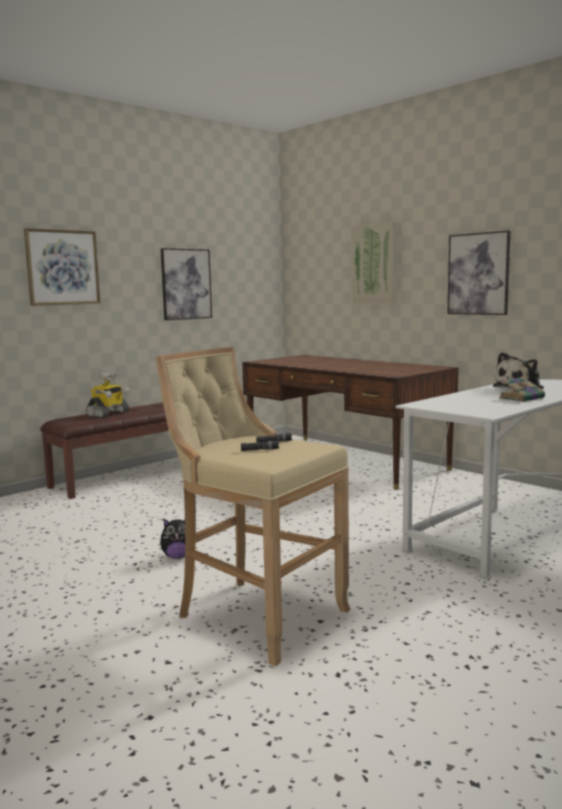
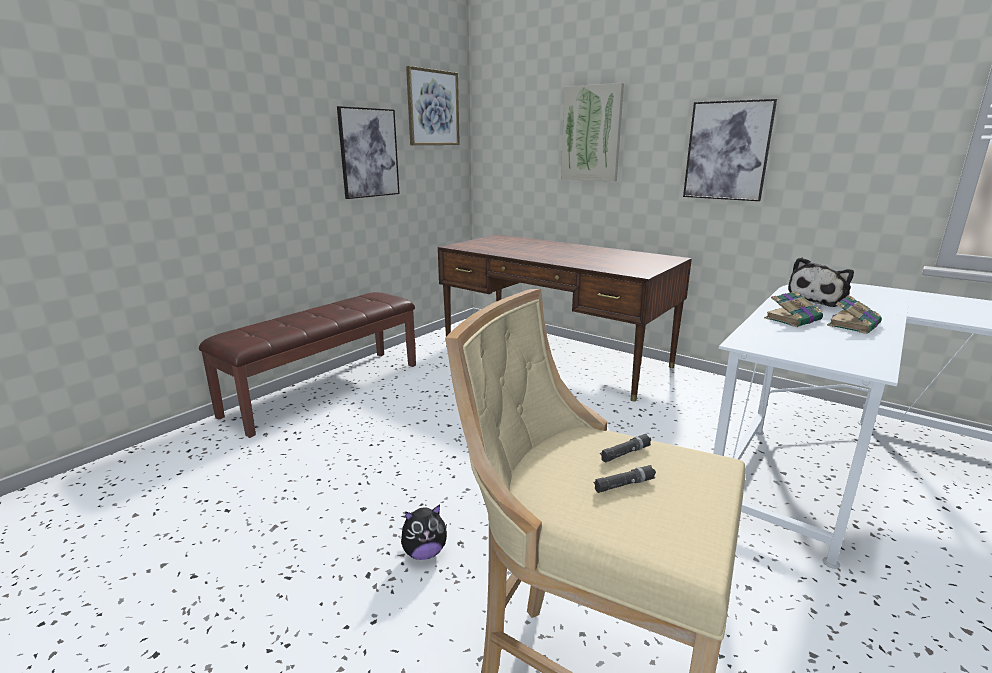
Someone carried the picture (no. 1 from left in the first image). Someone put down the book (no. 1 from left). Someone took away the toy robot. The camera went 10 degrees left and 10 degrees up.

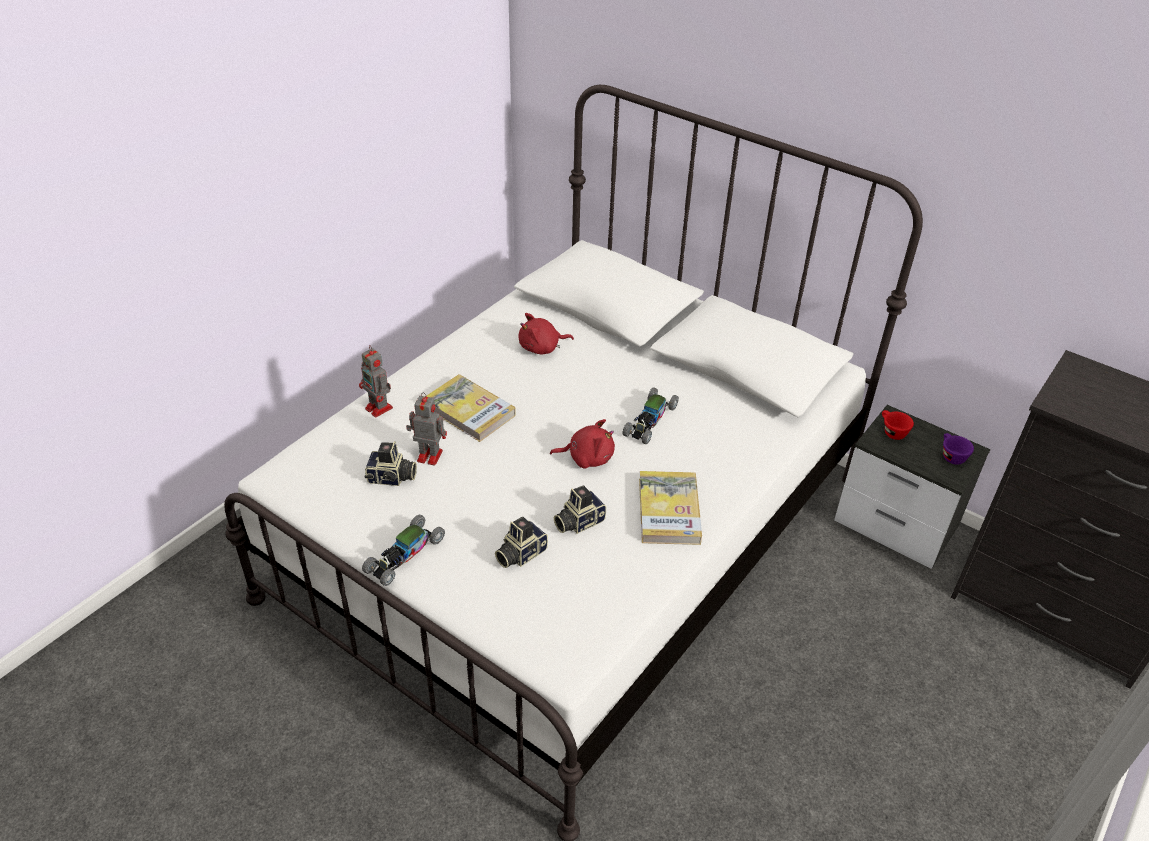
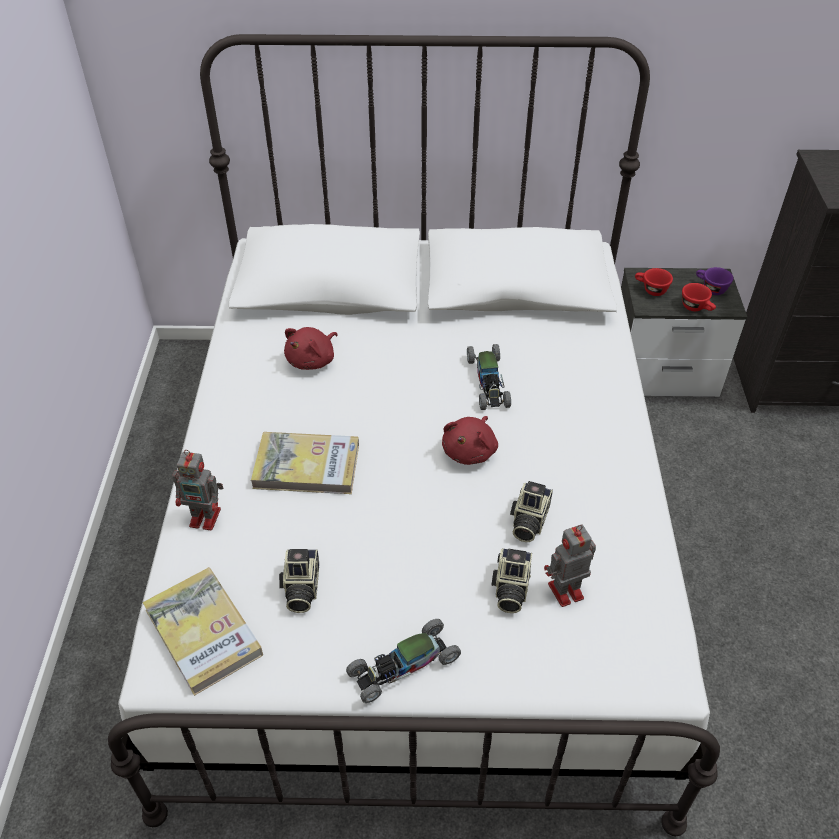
Someone carried the book (no. 2 from left in the first image). Someone rotated the photo camera (no. 1 from left) by 120 degrees clockwise. Someone rotated the toy car (no. 1 from left) by 60 degrees clockwise. Someone rotated the plush toy/red (no. 2 from left) by 150 degrees clockwise. Someone carried the toy robot (no. 2 from left). Someone put down the cup/red (no. 2 from left). The camera went 35 degrees left and 5 degrees up.

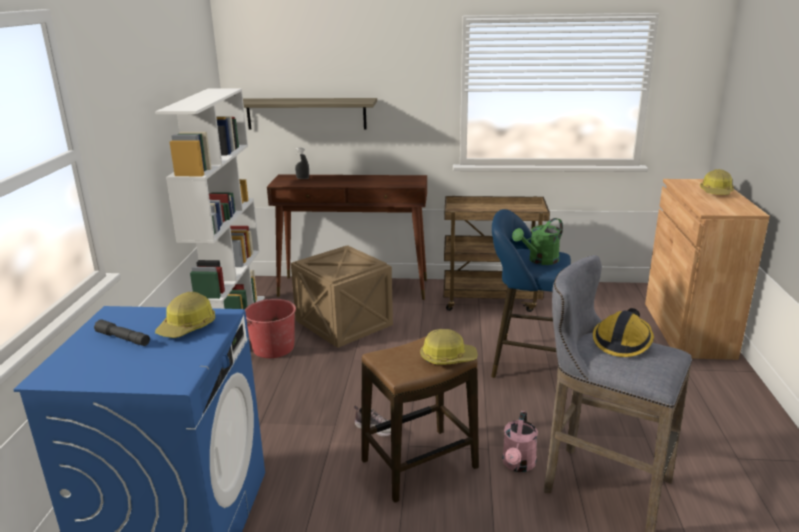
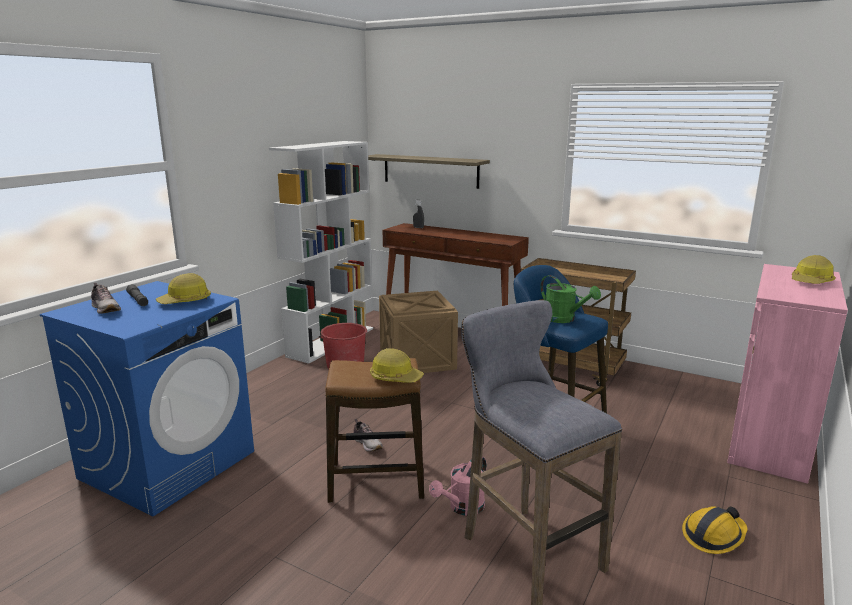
Someone put down the shoe (no. 1 from left). Someone rotated the watering can/green by 120 degrees counterclockwise. Someone carried the hard hat (no. 3 from left). Someone repainted the cabinet/brown, which became the cabinet/pink. The camera went 25 degrees right and 5 degrees down.

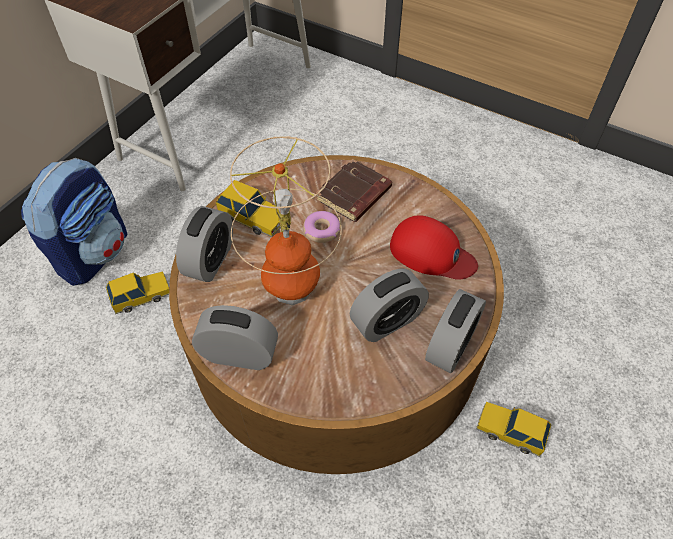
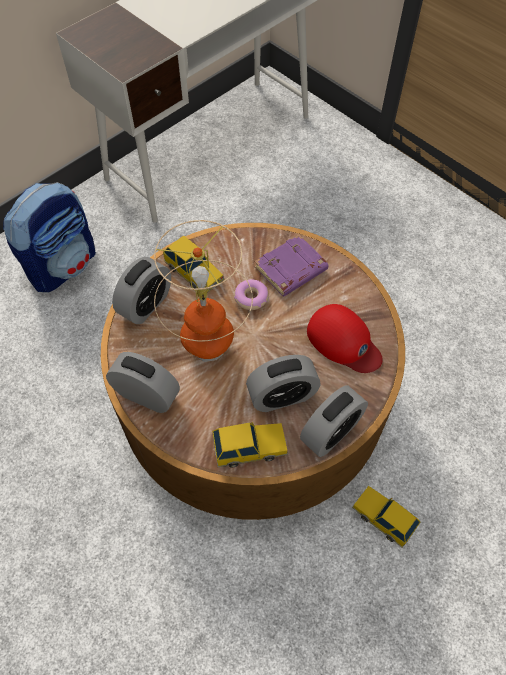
Someone carried the toy car (no. 1 from left in the first image). Someone repainted the book/brown, which became the book/purple. The camera went 15 degrees right and 5 degrees up.

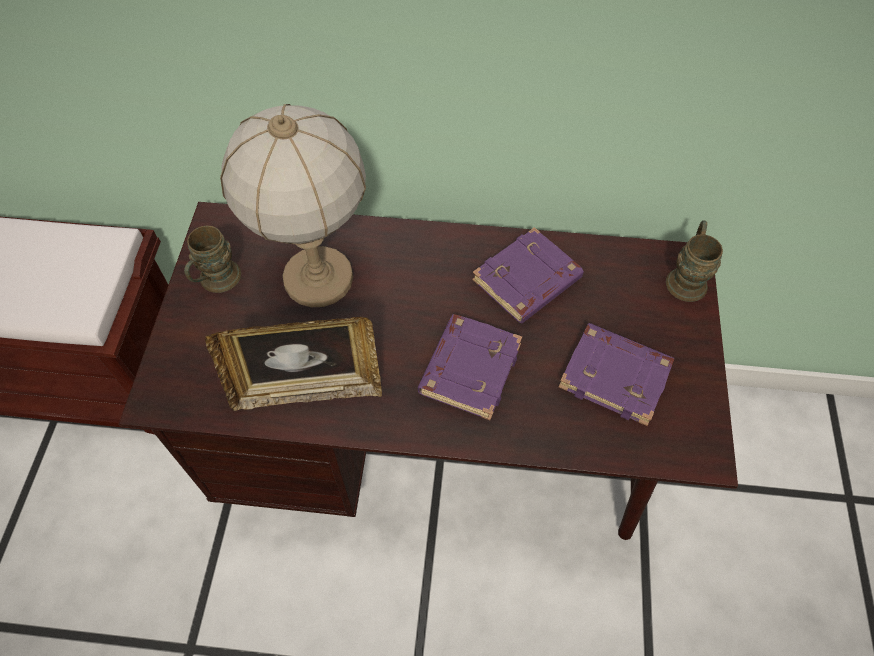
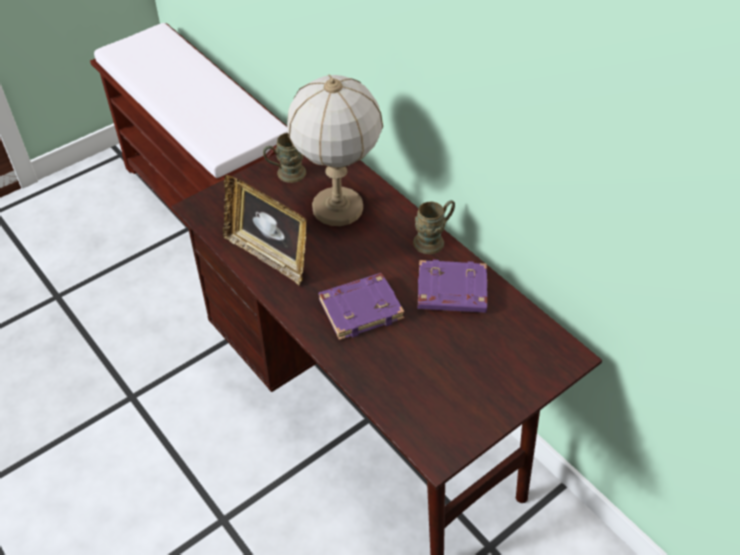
Someone carried the mug/brown (no. 2 from left). Someone took away the book/purple (no. 3 from left). The camera went 45 degrees right and 10 degrees down.

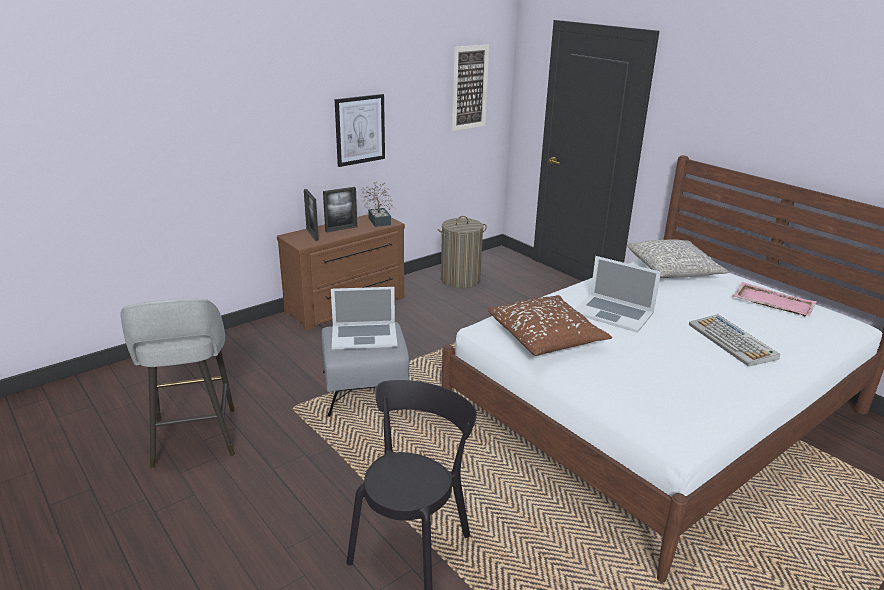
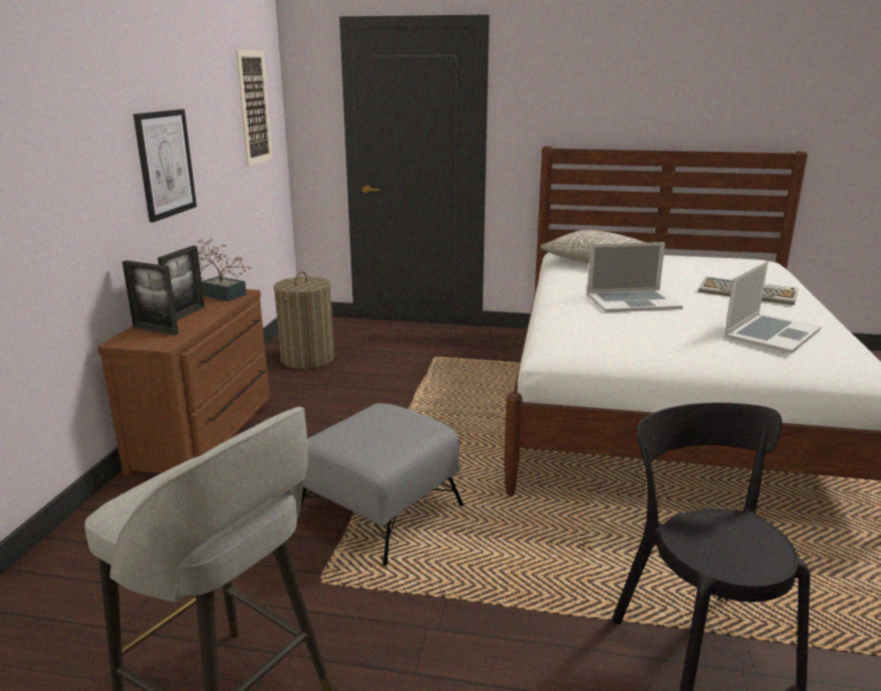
Someone carried the laptop (no. 1 from left in the first image). Someone took away the pillow/brown. Someone took away the tray/pink. The camera went 40 degrees left and 5 degrees down.

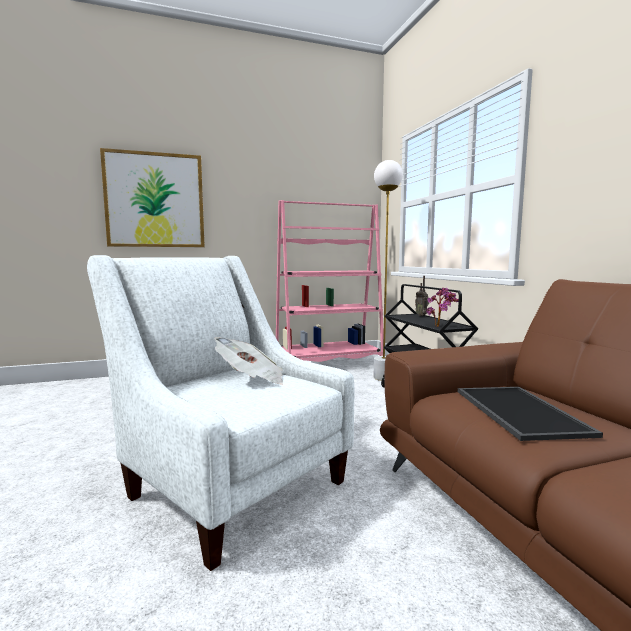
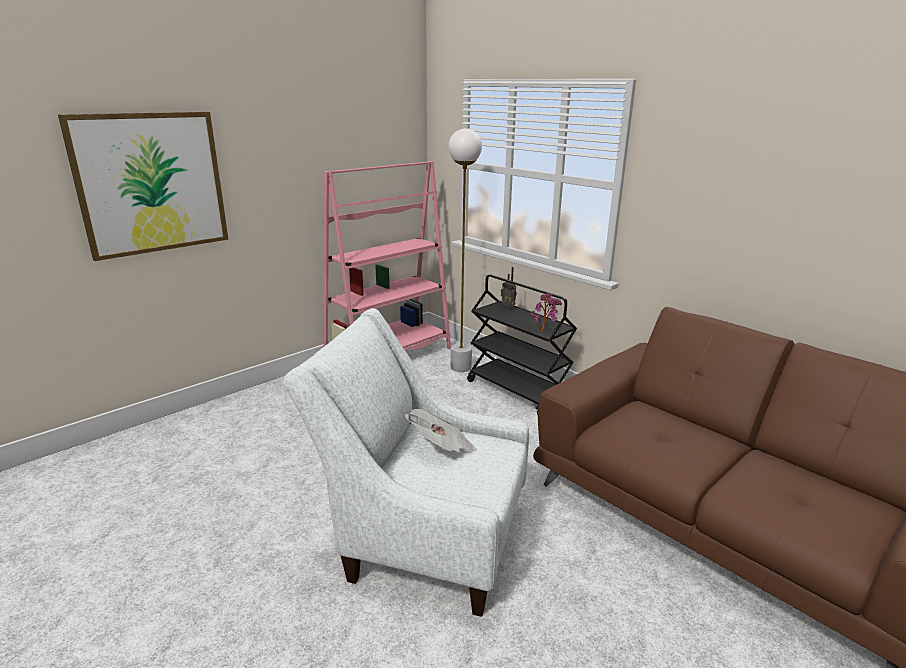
Someone took away the tray. The camera went 25 degrees left and 15 degrees up.

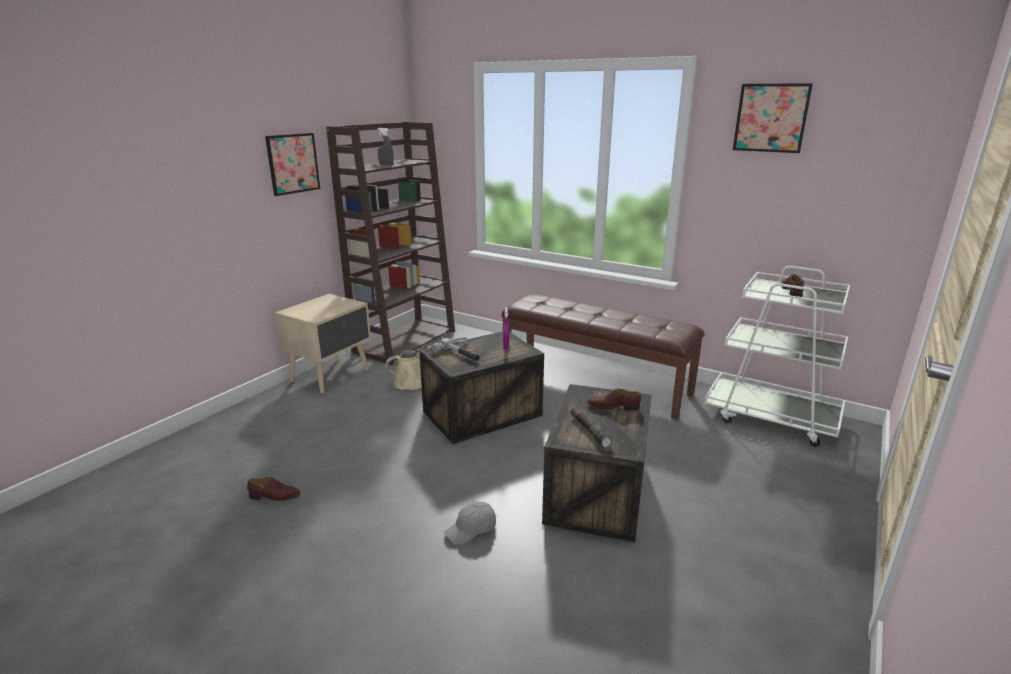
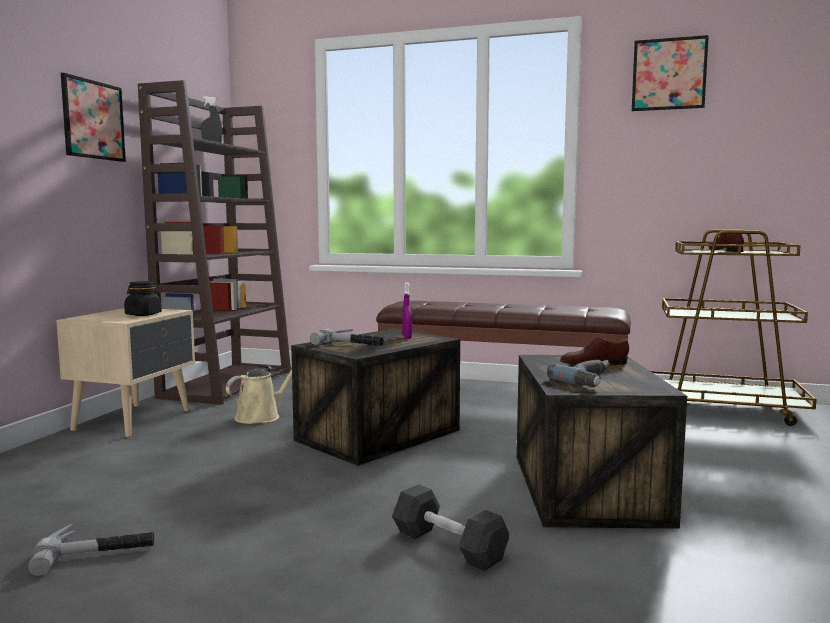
Someone swapped the shoe/brown (no. 1 from left) for the hammer (no. 1 from left). Someone put down the jar/black. Someone swapped the cap/grey for the dumbbell/grey. Someone swapped the flashlight/black for the power drill. Someone repainted the cart/white, which became the cart/brown. The camera went 15 degrees left and 15 degrees down.

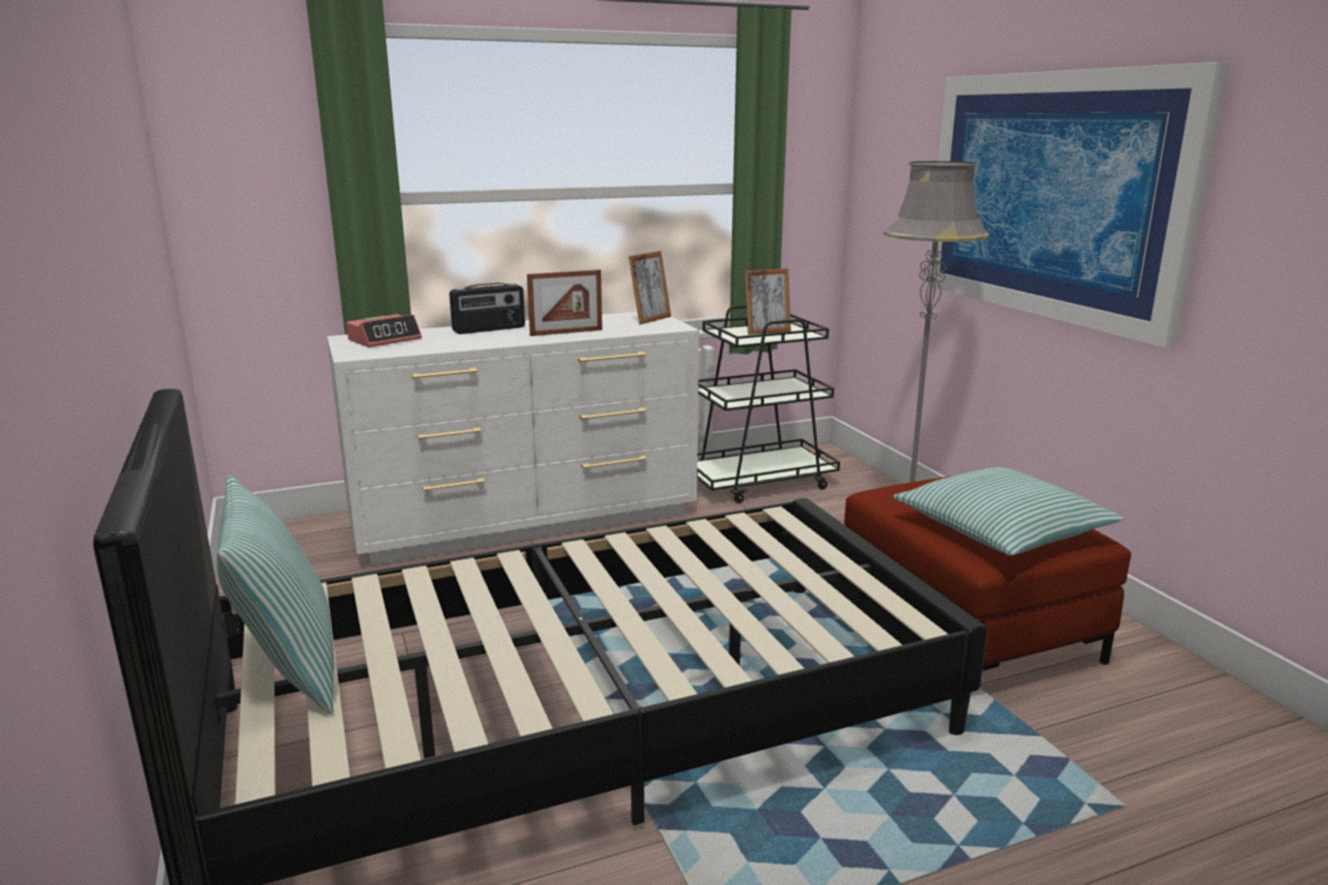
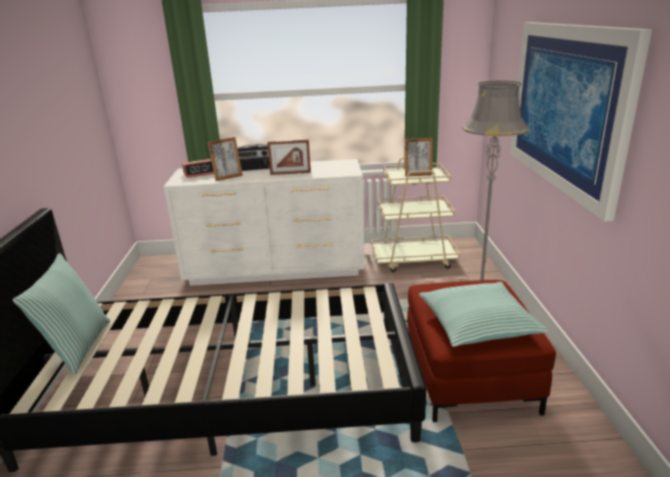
Someone carried the picture frame (no. 2 from left in the first image). Someone repainted the cart/black, which became the cart/beige. The camera went 20 degrees right and 5 degrees up.

